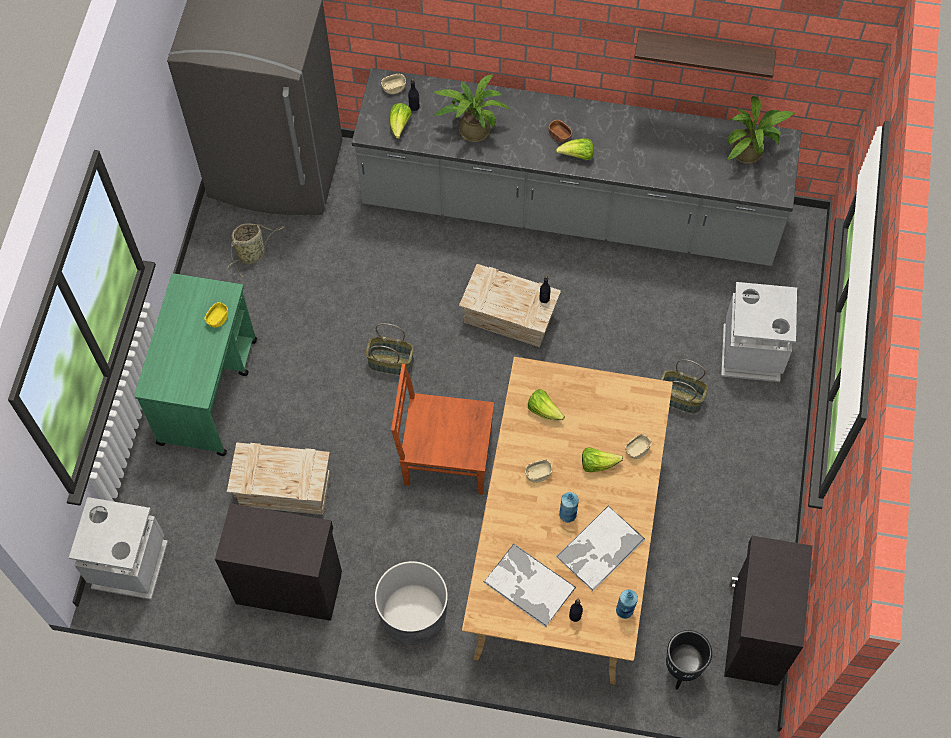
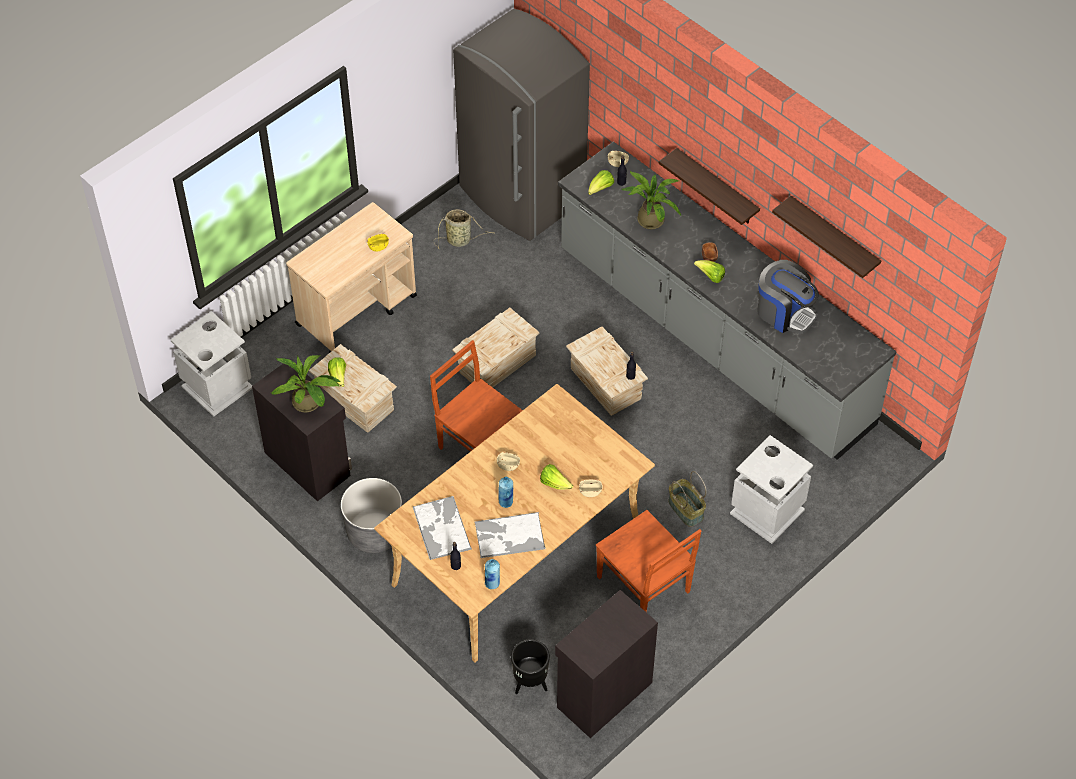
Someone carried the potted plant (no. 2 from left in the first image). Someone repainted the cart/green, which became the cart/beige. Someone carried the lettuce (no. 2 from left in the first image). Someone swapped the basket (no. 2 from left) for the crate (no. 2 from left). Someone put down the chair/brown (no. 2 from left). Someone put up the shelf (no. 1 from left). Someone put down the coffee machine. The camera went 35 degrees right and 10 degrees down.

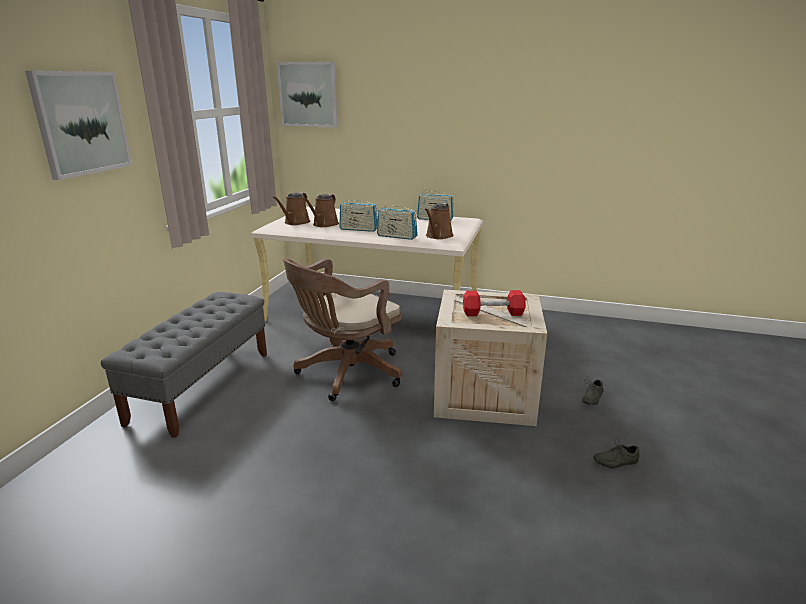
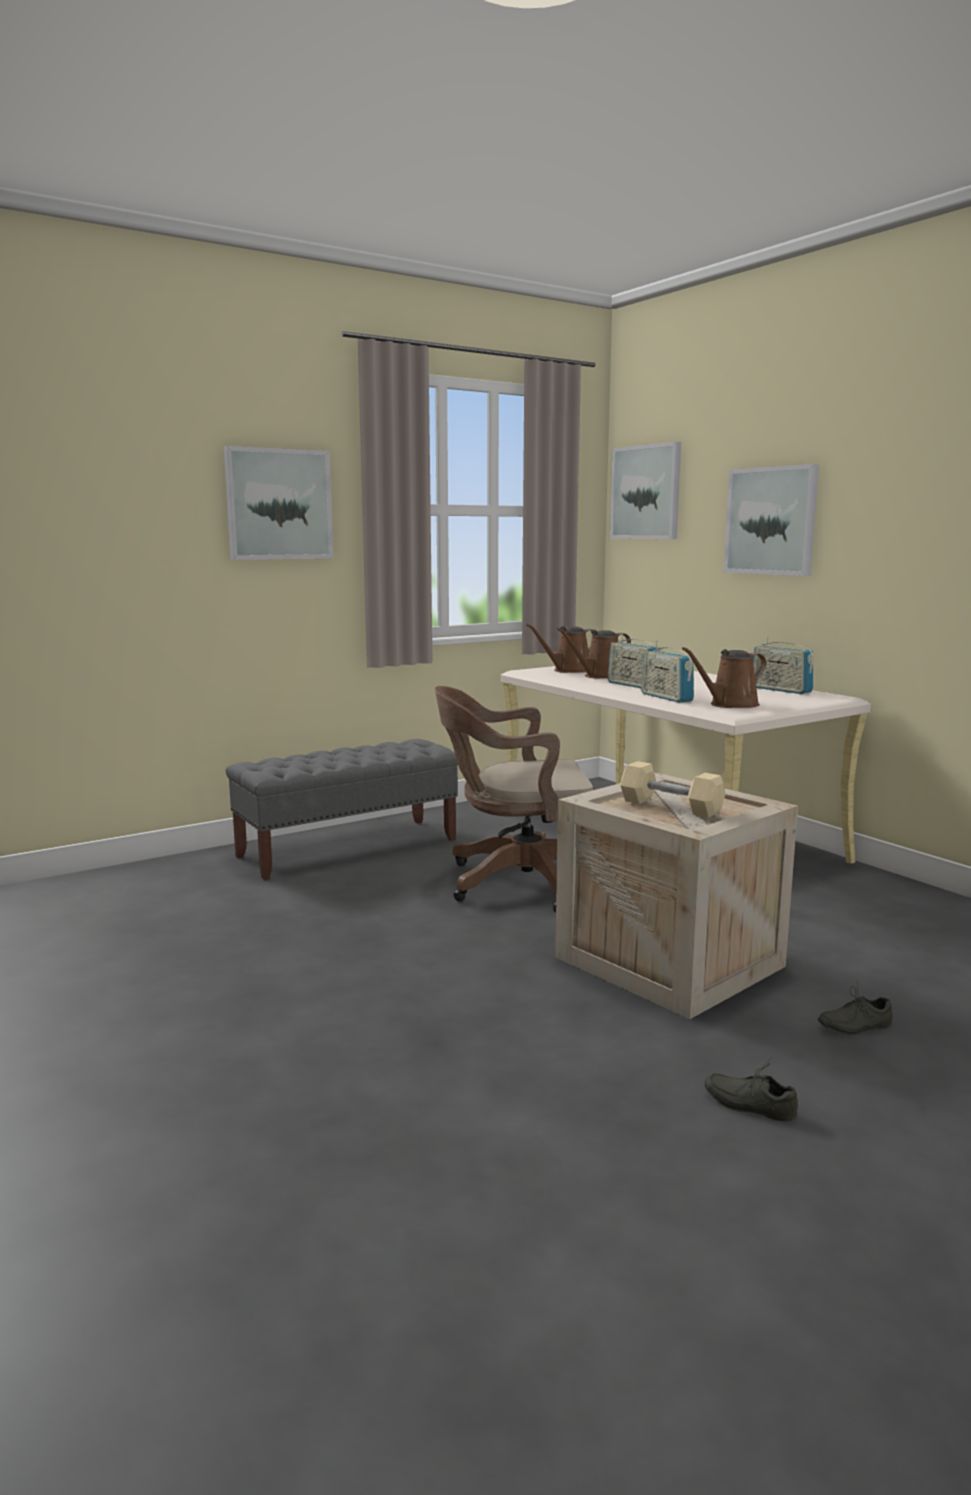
Someone repainted the dumbbell/red, which became the dumbbell/beige. Someone put up the picture (no. 3 from left). The camera went 40 degrees right and 10 degrees down.

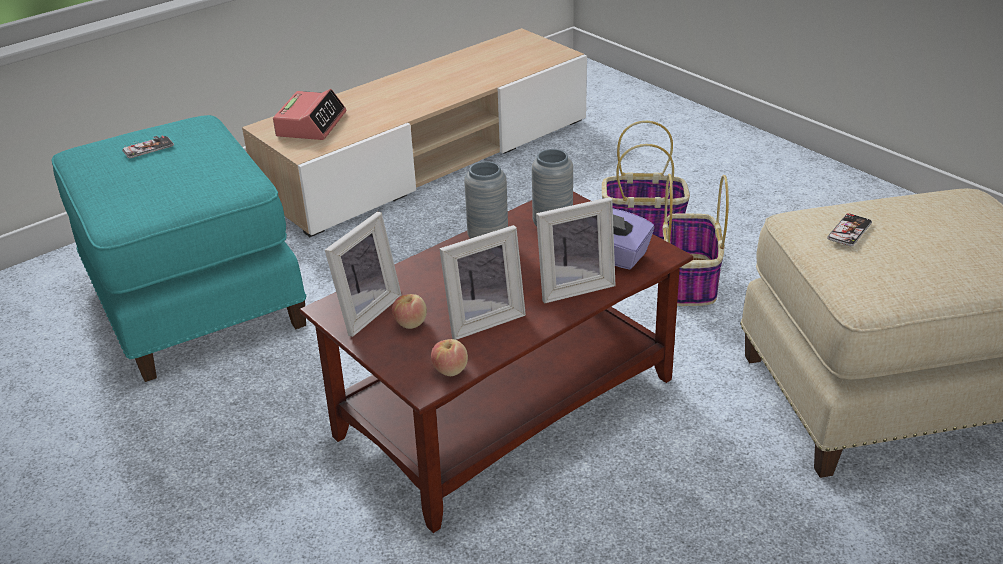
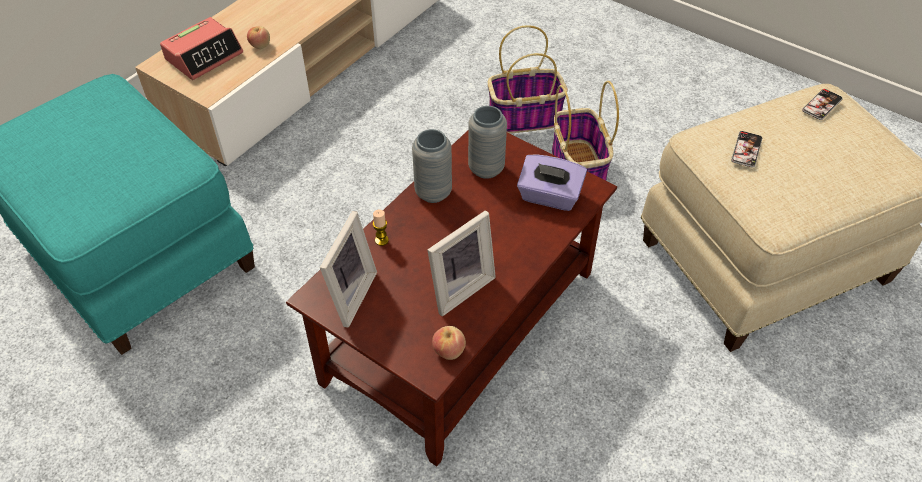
Someone rotated the alarm clock by 45 degrees clockwise. Someone carried the apple (no. 1 from left). Someone put down the candle. Someone carried the phone (no. 1 from left in the first image). Someone took away the picture frame (no. 3 from left). The camera went 15 degrees left and 15 degrees up.

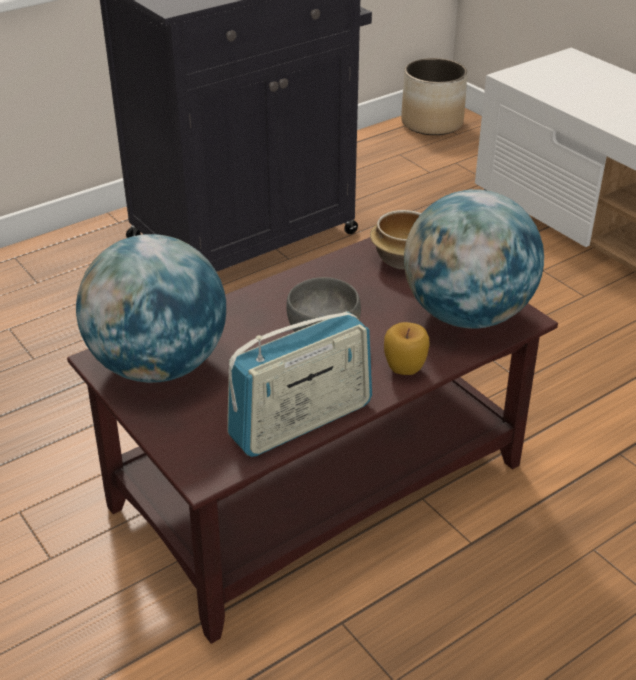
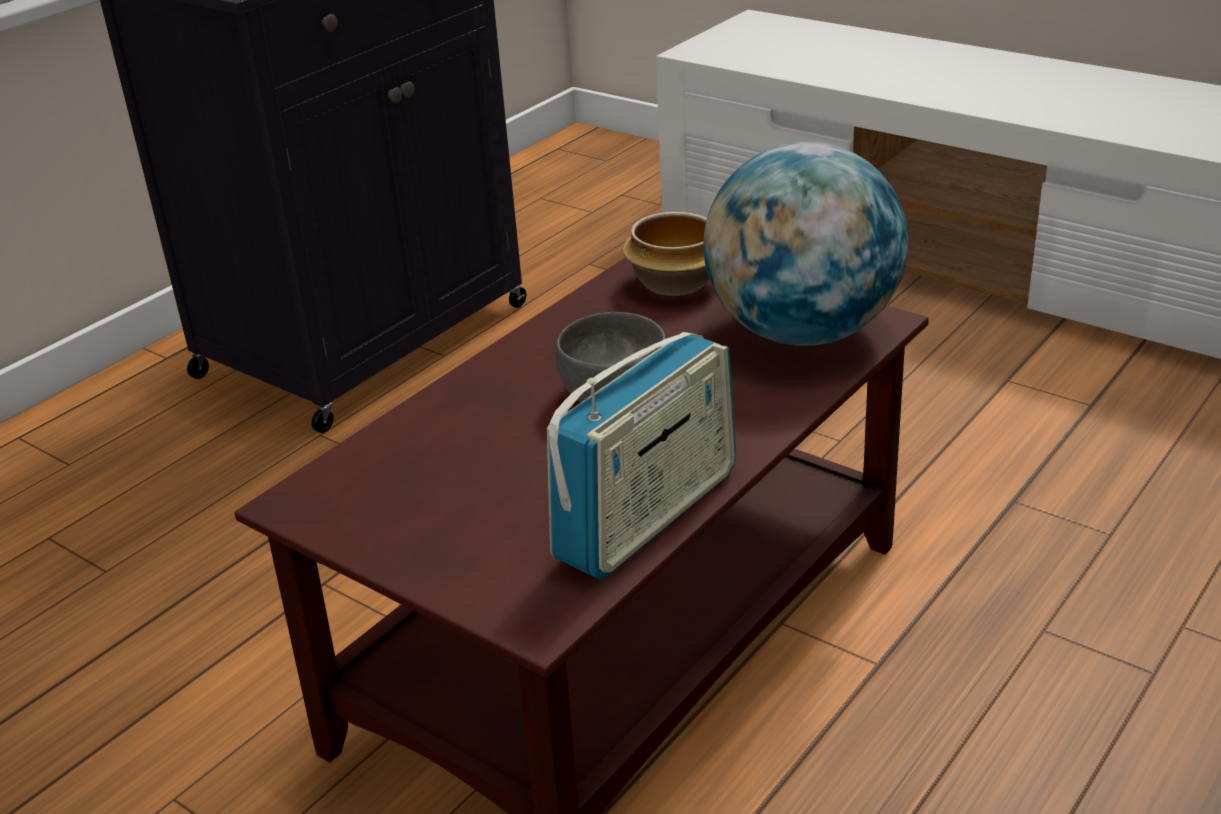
Someone took away the globe (no. 1 from left). Someone took away the apple. Someone took away the planter. The camera went 15 degrees left and 5 degrees down.

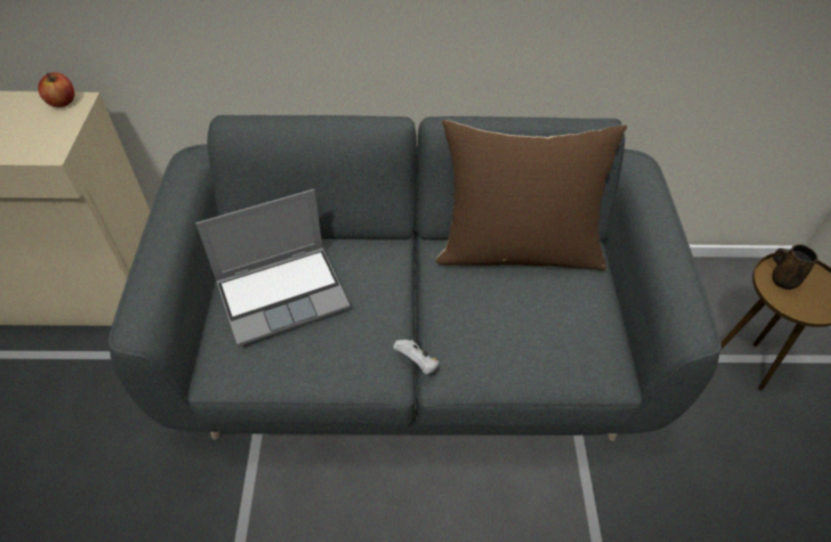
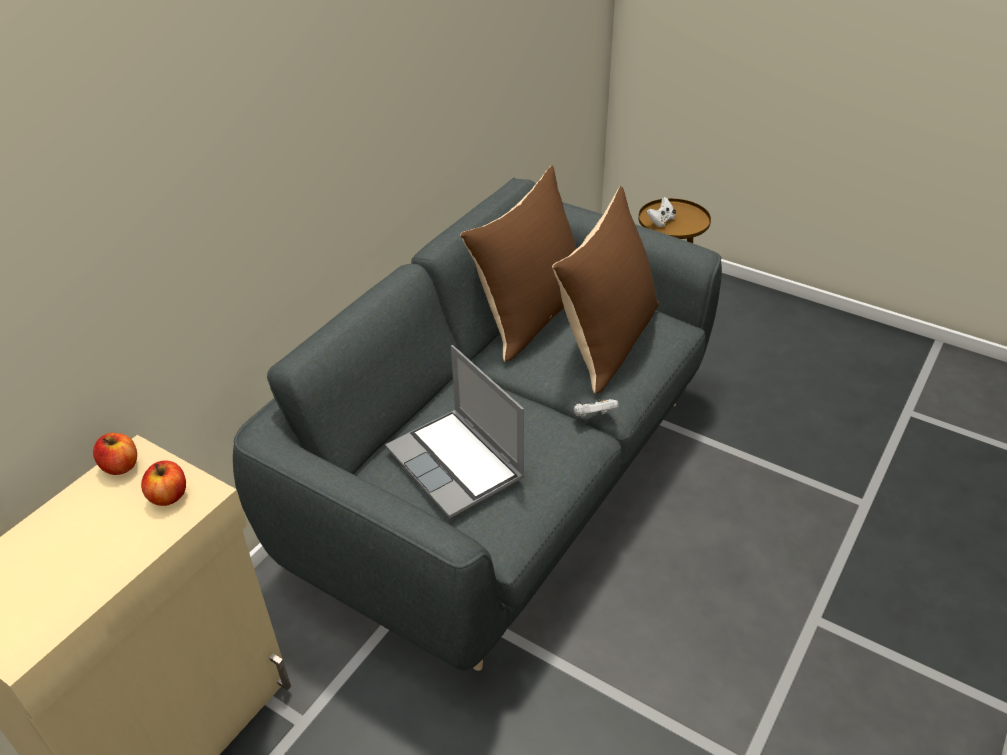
Someone put down the apple (no. 2 from left). Someone rotated the laptop by 135 degrees clockwise. Someone put down the pillow/brown (no. 2 from left). Someone swapped the mug/brown for the game controller/white (no. 2 from left). The camera went 55 degrees left and 10 degrees down.

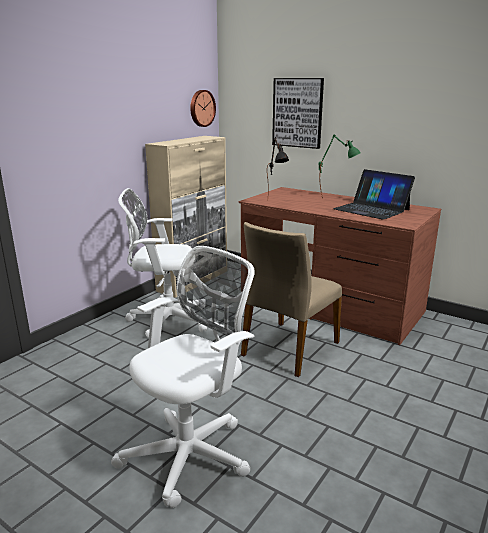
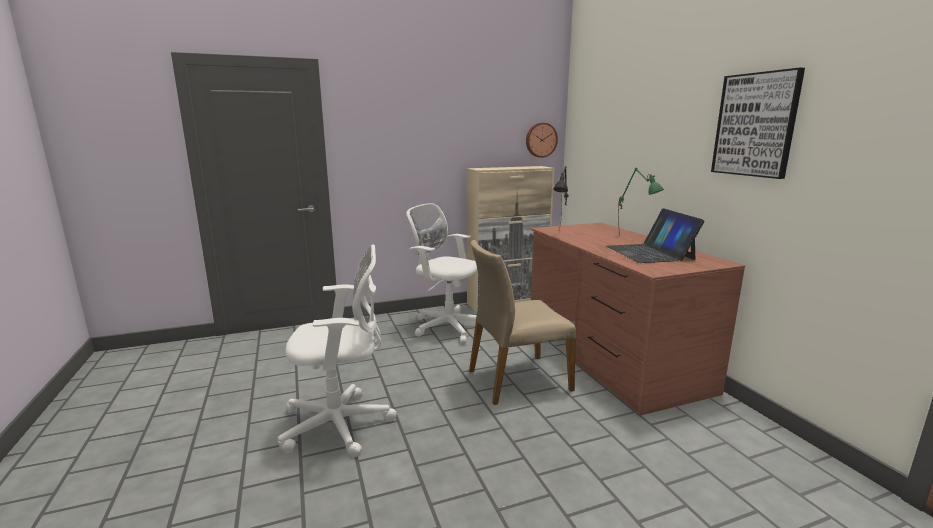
Someone carried the picture. The camera went 35 degrees right and 5 degrees down.

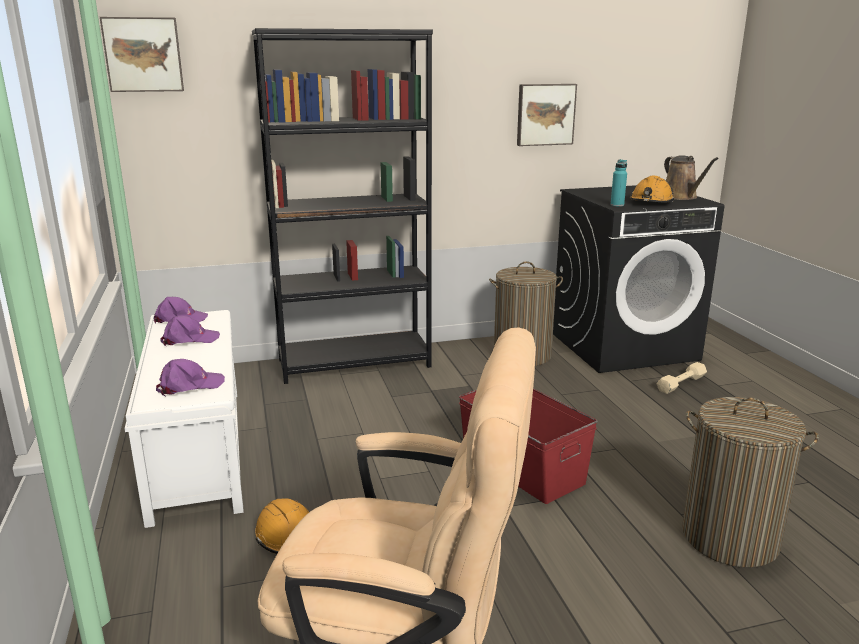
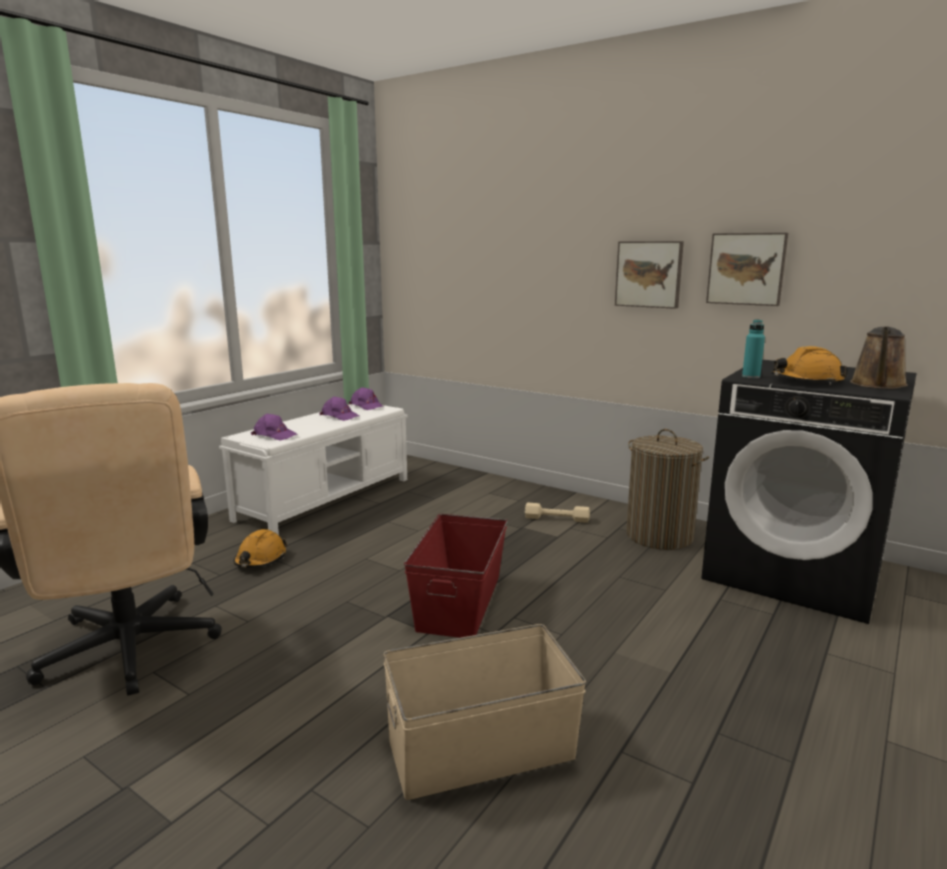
Someone swapped the laundry basket (no. 2 from left) for the storage box/beige. Someone carried the dumbbell/beige. Someone carried the picture (no. 1 from left). Someone took away the bookcase/black. The camera went 50 degrees right and 5 degrees down.

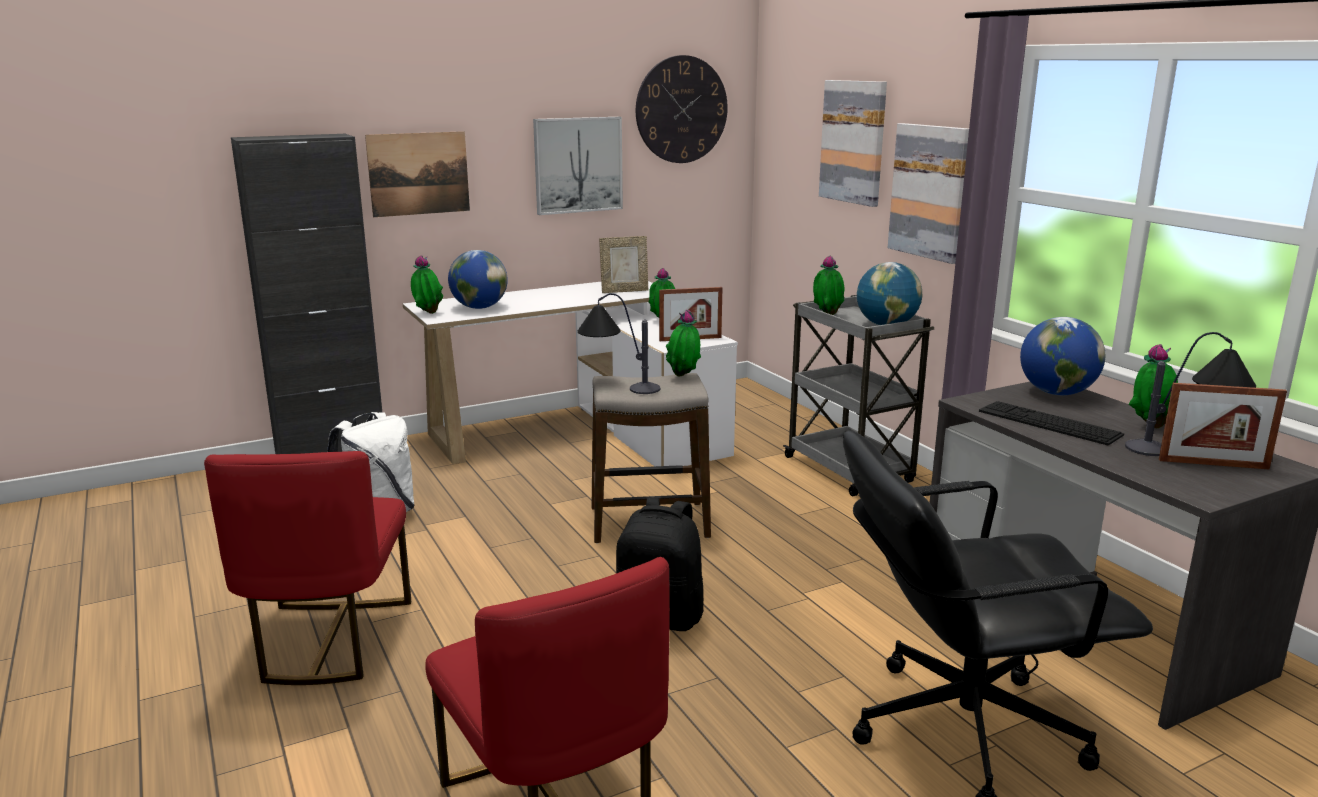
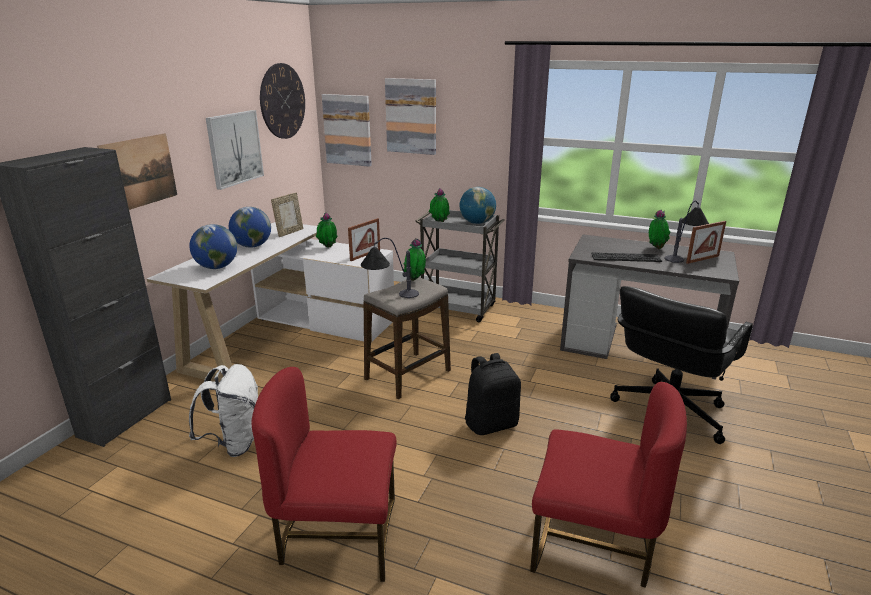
Someone carried the globe (no. 3 from left in the first image). Someone rotated the chair/red (no. 1 from left) by 135 degrees clockwise. Someone carried the picture (no. 4 from left in the first image). Someone took away the potted plant (no. 1 from left). The camera went 40 degrees left and 5 degrees up.

